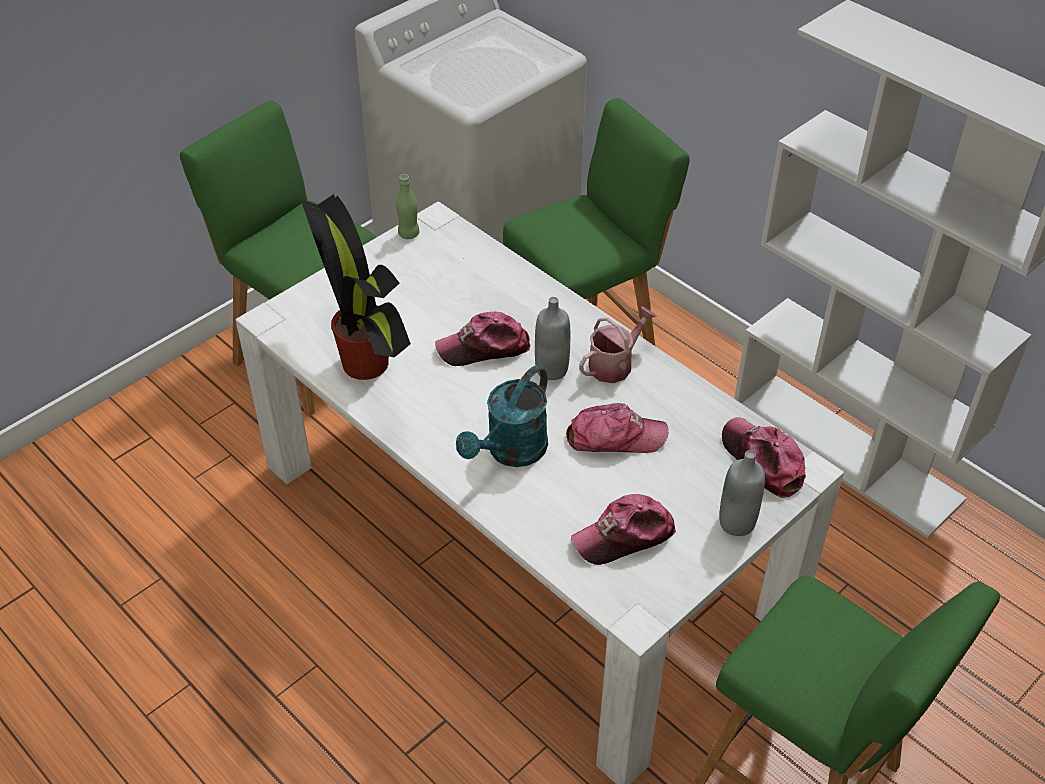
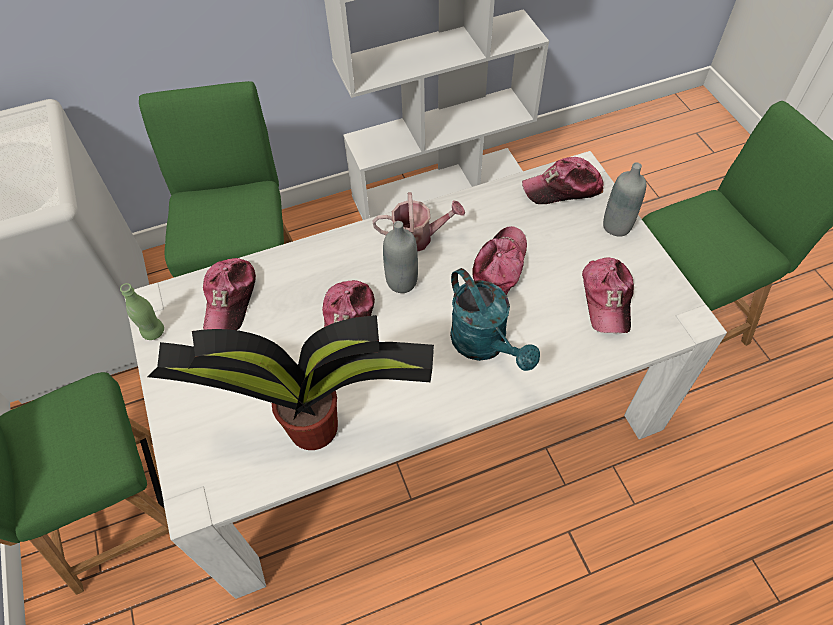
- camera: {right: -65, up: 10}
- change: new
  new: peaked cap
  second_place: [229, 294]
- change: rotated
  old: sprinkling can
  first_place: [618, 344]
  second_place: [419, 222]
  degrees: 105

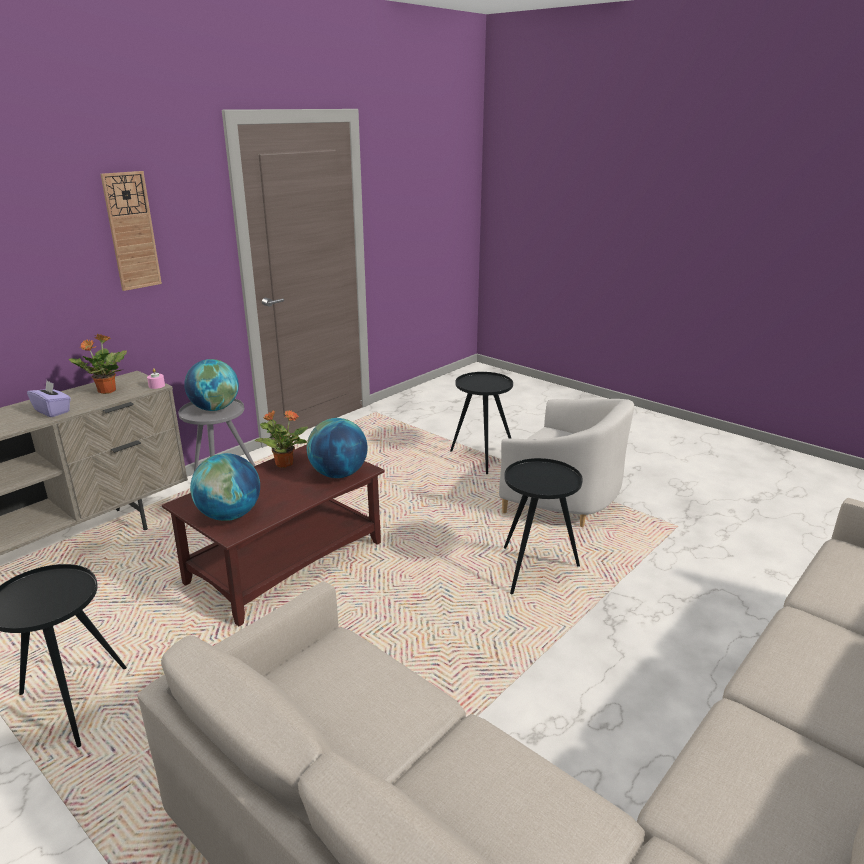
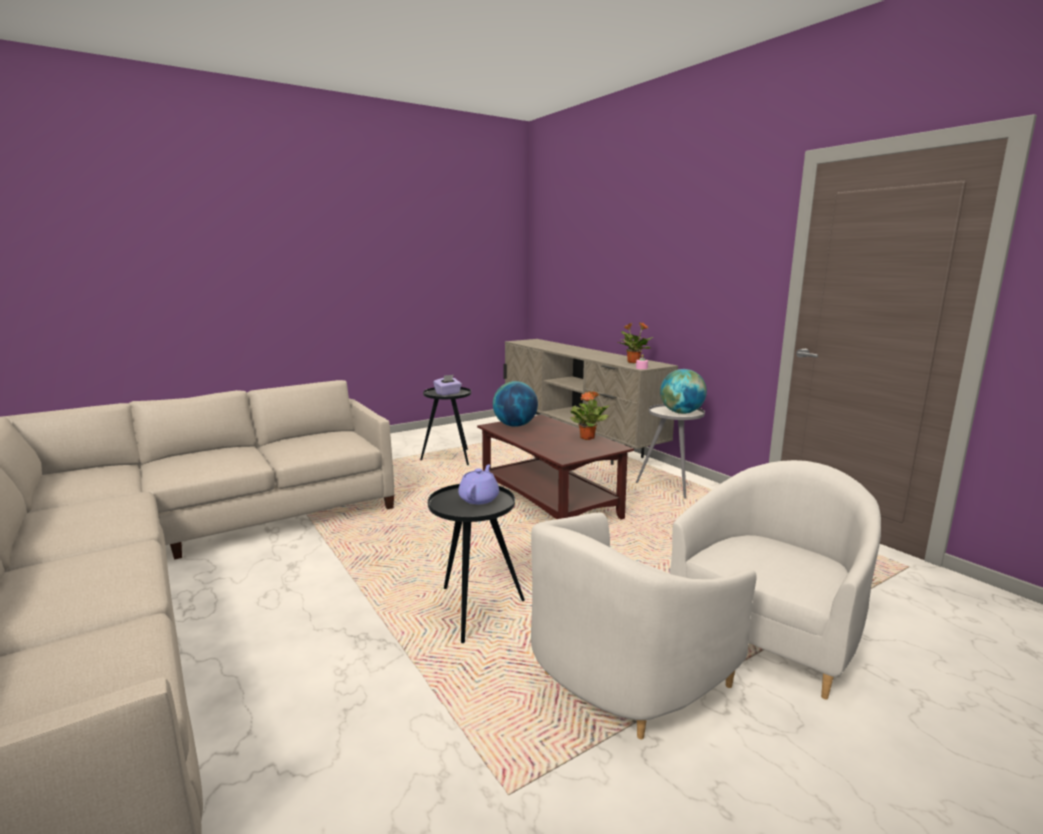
- camera: {right: 105, up: -10}
- change: gone
  old: wall clock
  first_place: [131, 231]
- change: gone
  old: world globe
  first_place: [337, 448]
- change: new
  new: purple-coloured pot for tea
  second_place: [478, 484]
- change: shifted
  old: purple-coloured box of tissues
  first_place: [49, 398]
  second_place: [447, 385]
- change: swapped
  old: black accent table
  new: whitish armchair
  first_place: [481, 423]
  second_place: [775, 579]

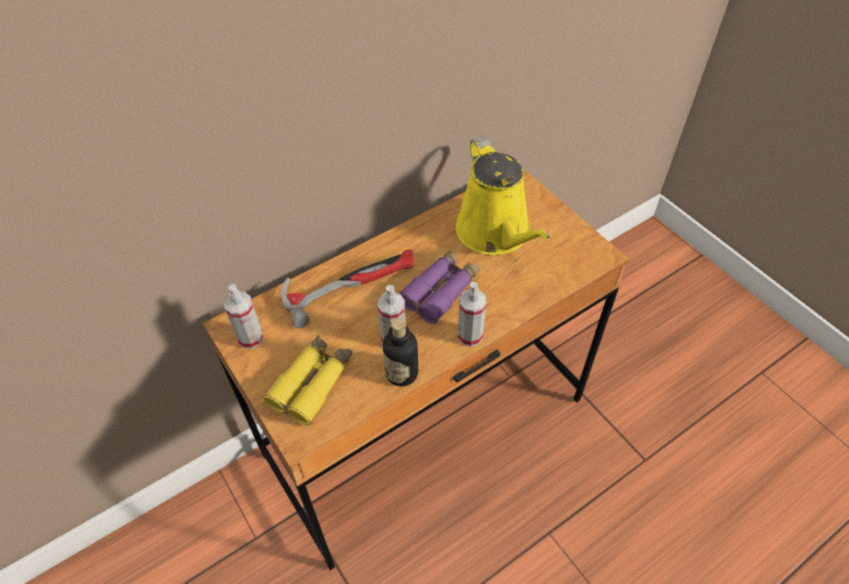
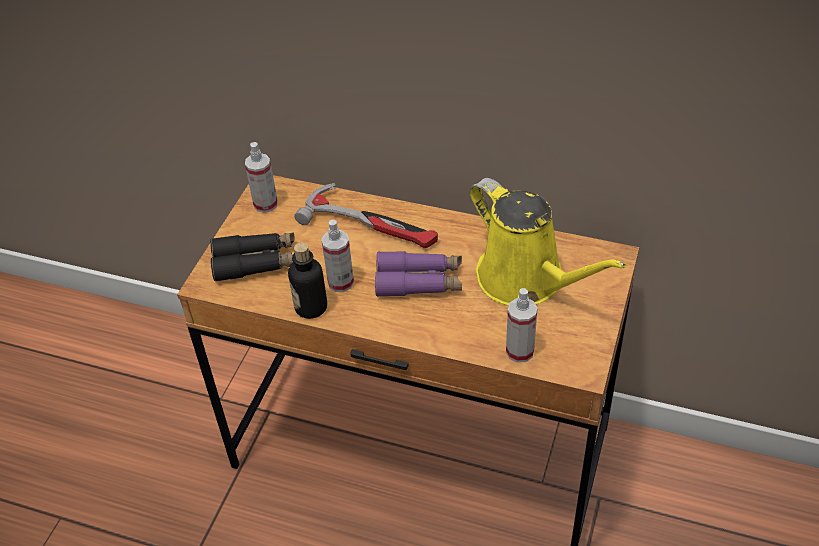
- camera: {right: 55, up: -5}
- change: shifted
  old: spray bottle
  first_place: [472, 314]
  second_place: [522, 325]
- change: repainted
  old: yellow-coloured field glasses
  new: black field glasses
  first_place: [308, 380]
  second_place: [252, 257]
- change: rotated
  old: yellow-coloured sprinkling can
  first_place: [503, 196]
  second_place: [548, 242]
  degrees: -75

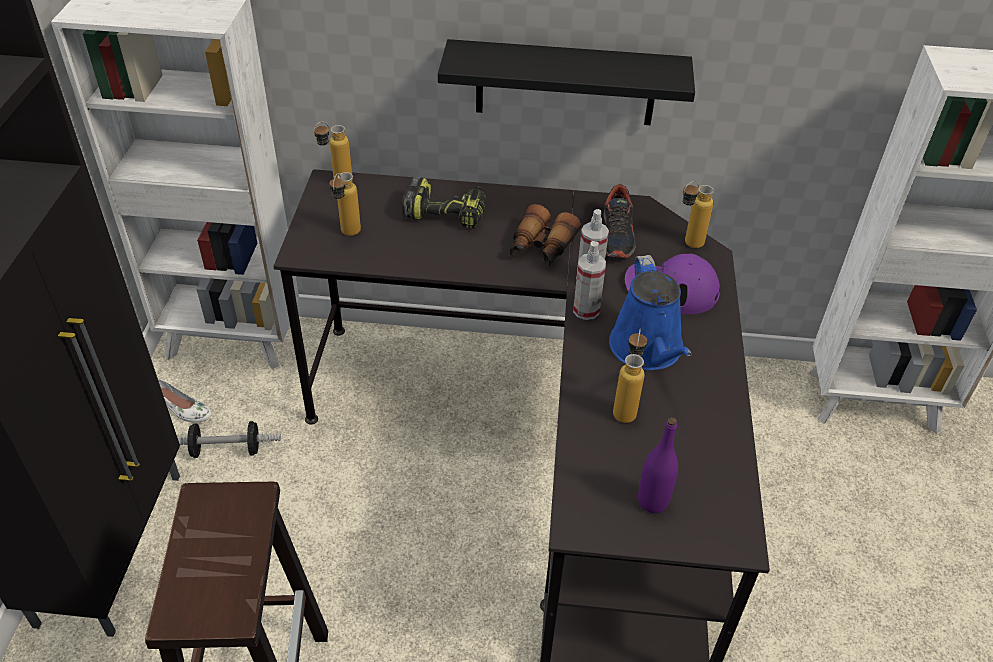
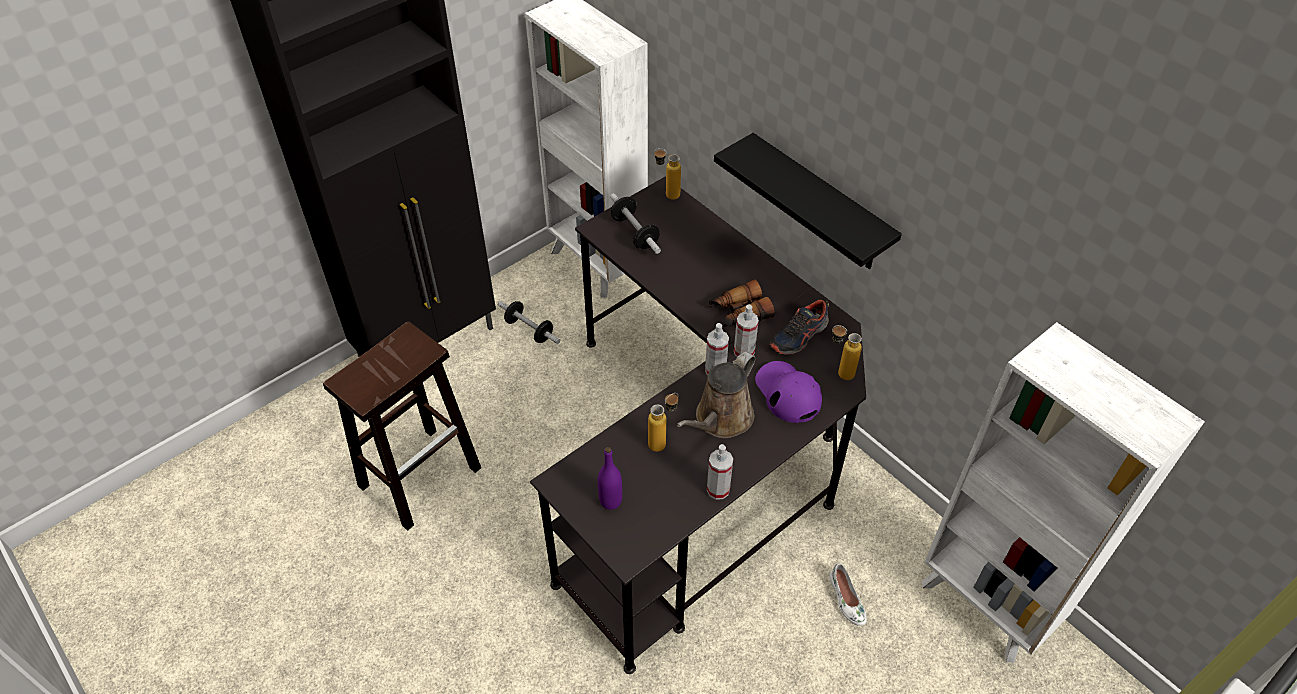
- camera: {right: 45, up: 5}
- change: gone
  old: drill
  first_place: [444, 202]
- change: new
  new: spray bottle
  second_place: [720, 472]
- change: shifted
  old: whitish item of footwear
  first_place: [185, 401]
  second_place: [848, 595]
- change: swapped
  old: drink bottle
  new: dumbbell
  first_place: [345, 204]
  second_place: [635, 223]
- change: repainted
  old: blue-coloured sprinkling can
  new: brown sprinkling can
  first_place: [650, 312]
  second_place: [715, 394]

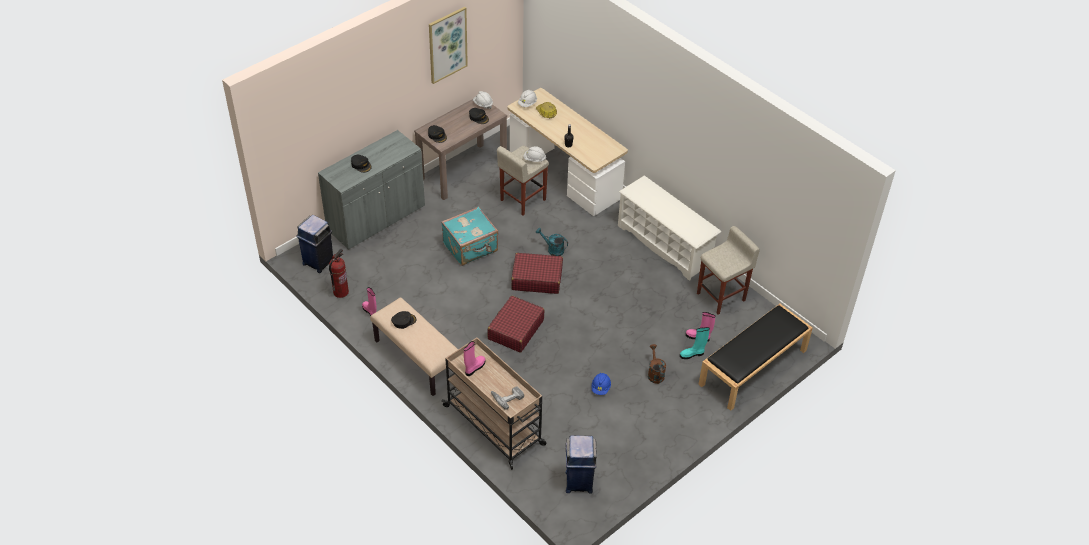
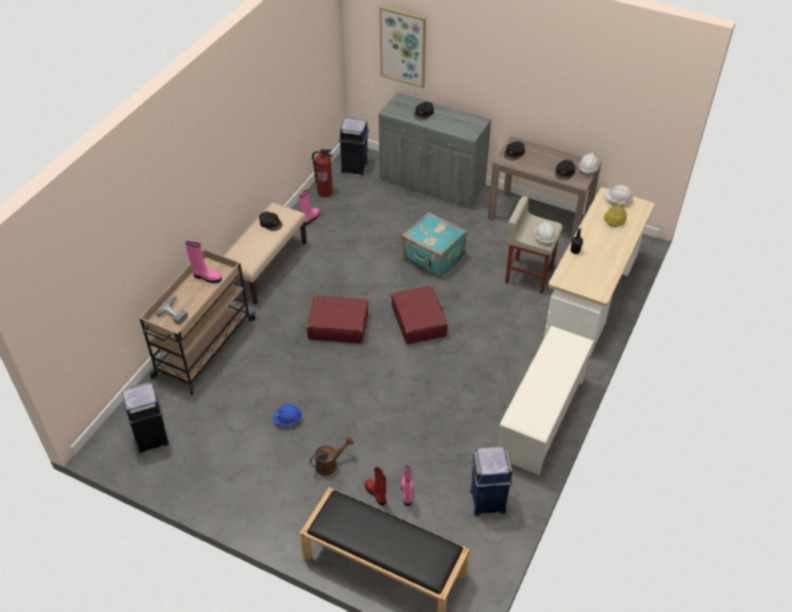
- camera: {right: 70, up: 0}
- change: gone
  old: turquoise-coloured sprinkling can
  first_place: [552, 242]
- change: shifted
  old: wall art
  first_place: [448, 45]
  second_place: [402, 47]
- change: swapped
  old: beige sitting stool
  new: blue-coloured trash can
  first_place: [728, 270]
  second_place: [491, 481]
- change: repainted
  old: turquoise-coloured tall boot
  new: red tall boot
  first_place: [695, 343]
  second_place: [375, 486]

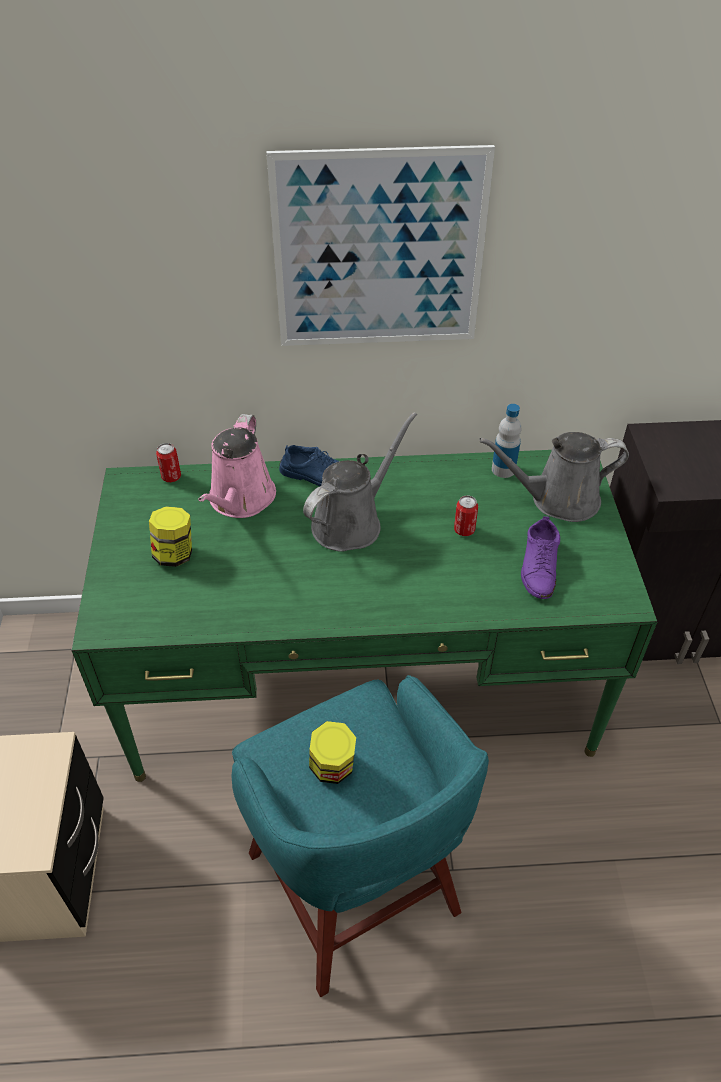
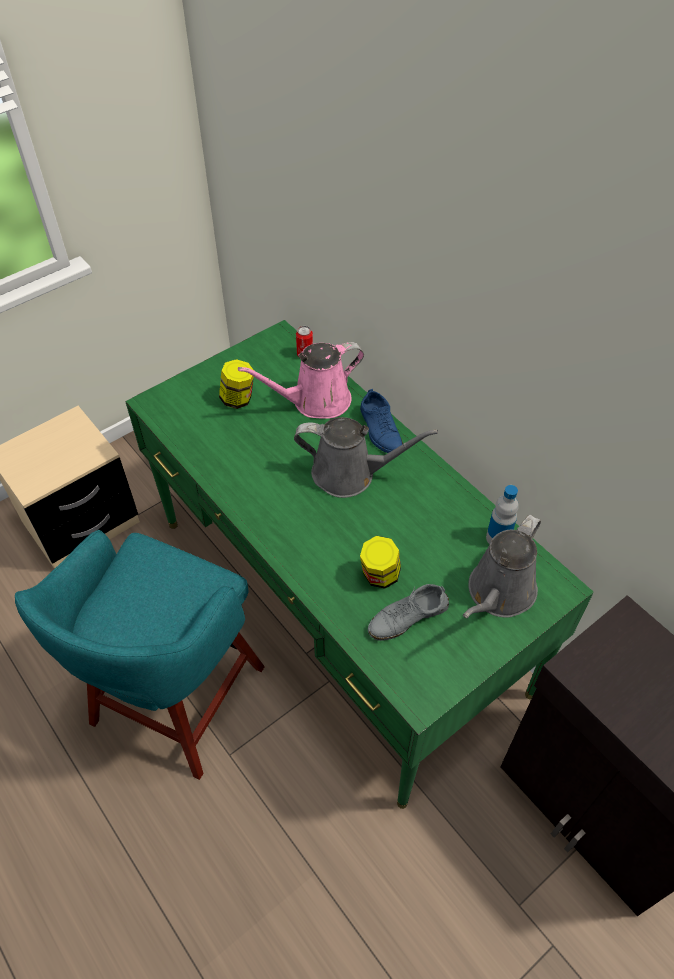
- camera: {right: 55, up: 5}
- change: gone
  old: wall art
  first_place: [380, 245]
- change: gone
  old: metal can
  first_place: [466, 515]
- change: shifted
  old: jar
  first_place: [332, 752]
  second_place: [380, 562]
- change: repainted
  old: purple-coloured item of footwear
  new: gray item of footwear
  first_place: [540, 557]
  second_place: [408, 612]
- change: rotated
  old: gray sprinkling can
  first_place: [554, 477]
  second_place: [502, 566]
  degrees: -105

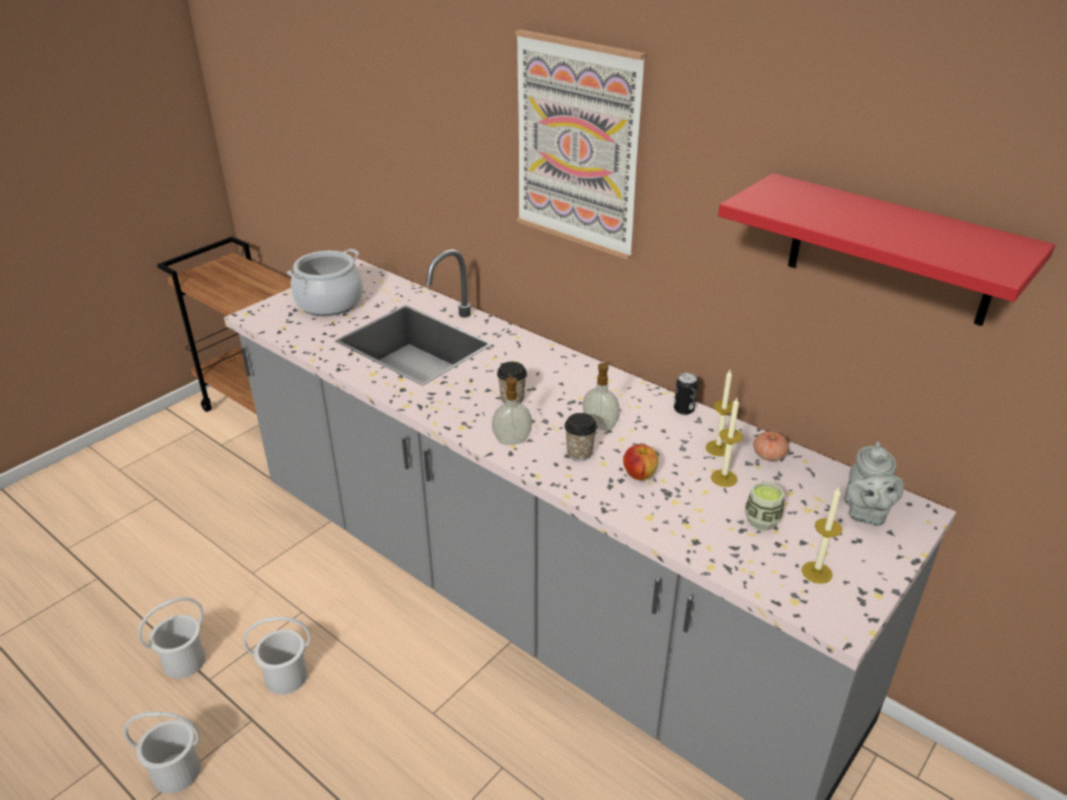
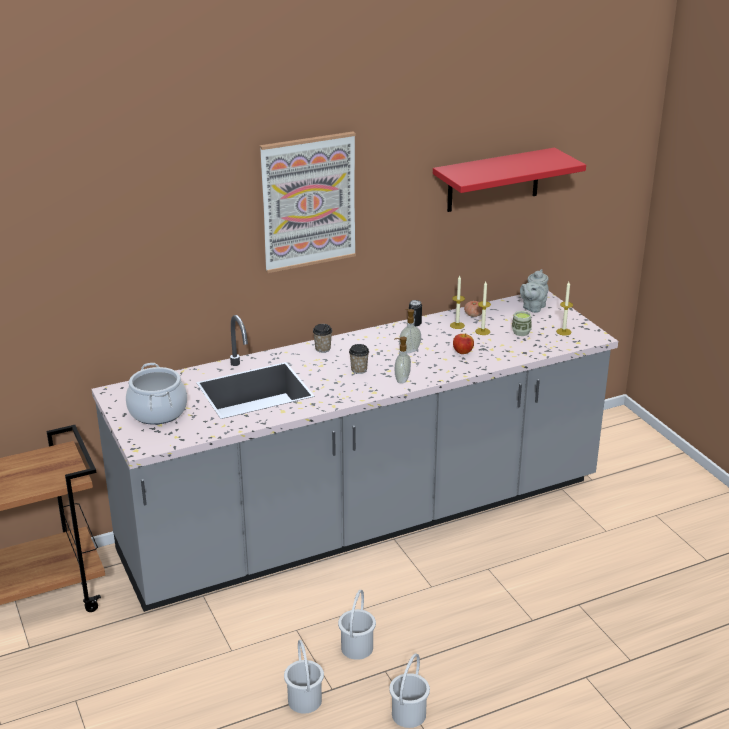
- camera: {right: -65, up: -5}
- change: shifted
  old: drinking cup
  first_place: [580, 437]
  second_place: [322, 338]
- change: rotated
  old: gray pot for tea
  first_place: [874, 483]
  second_place: [534, 291]
  degrees: 90

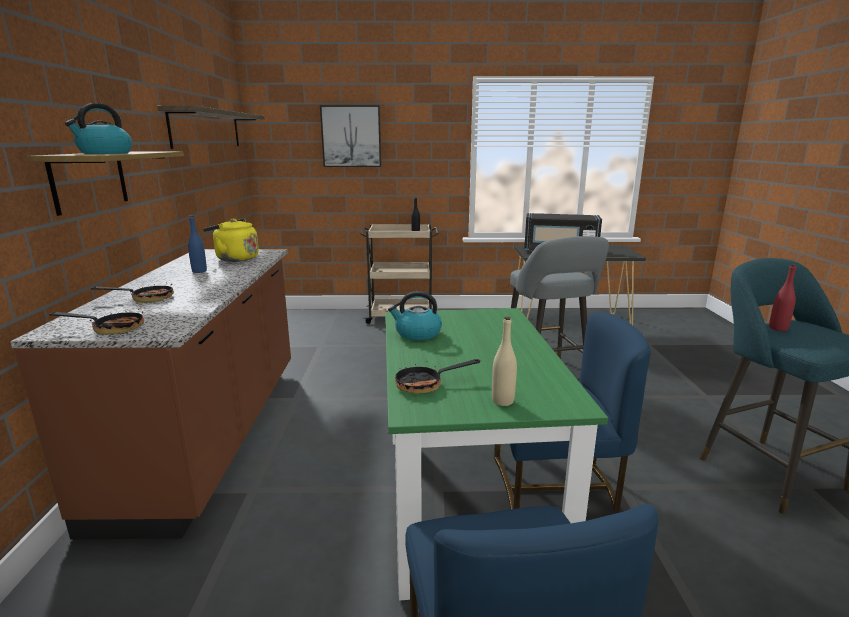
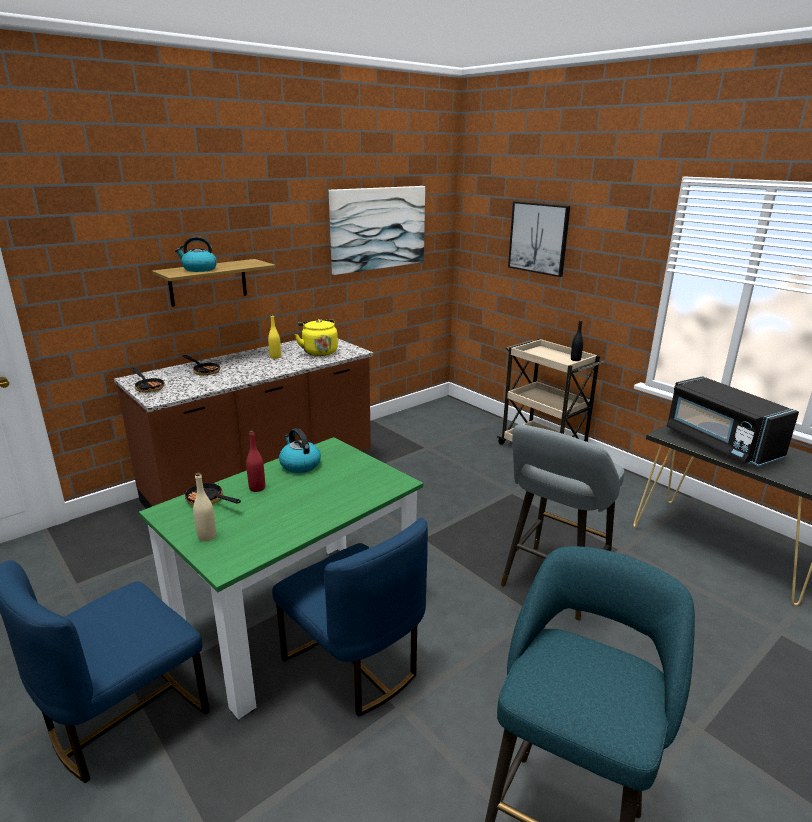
- camera: {right: 50, up: 5}
- change: shifted
  old: red drink bottle
  first_place: [782, 297]
  second_place: [255, 461]
- change: swapped
  old: wall shelf
  new: wall art
  first_place: [211, 127]
  second_place: [377, 230]
- change: repainted
  old: blue-coloured drink bottle
  new: yellow-coloured drink bottle
  first_place: [197, 244]
  second_place: [274, 336]

